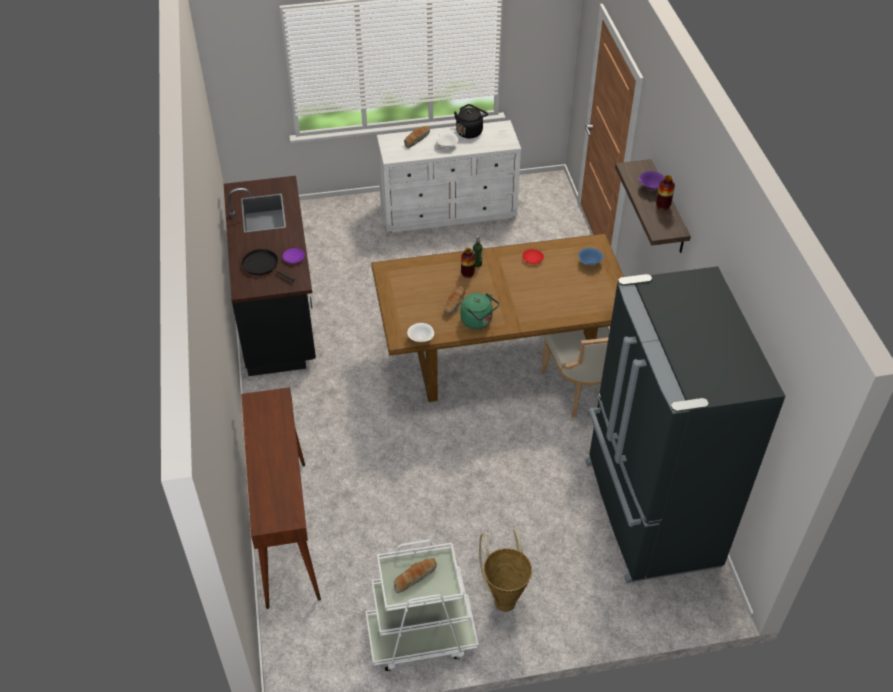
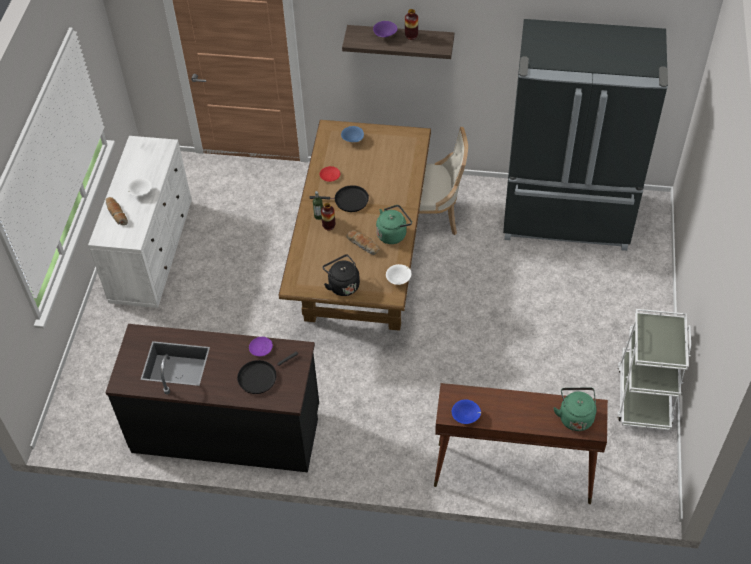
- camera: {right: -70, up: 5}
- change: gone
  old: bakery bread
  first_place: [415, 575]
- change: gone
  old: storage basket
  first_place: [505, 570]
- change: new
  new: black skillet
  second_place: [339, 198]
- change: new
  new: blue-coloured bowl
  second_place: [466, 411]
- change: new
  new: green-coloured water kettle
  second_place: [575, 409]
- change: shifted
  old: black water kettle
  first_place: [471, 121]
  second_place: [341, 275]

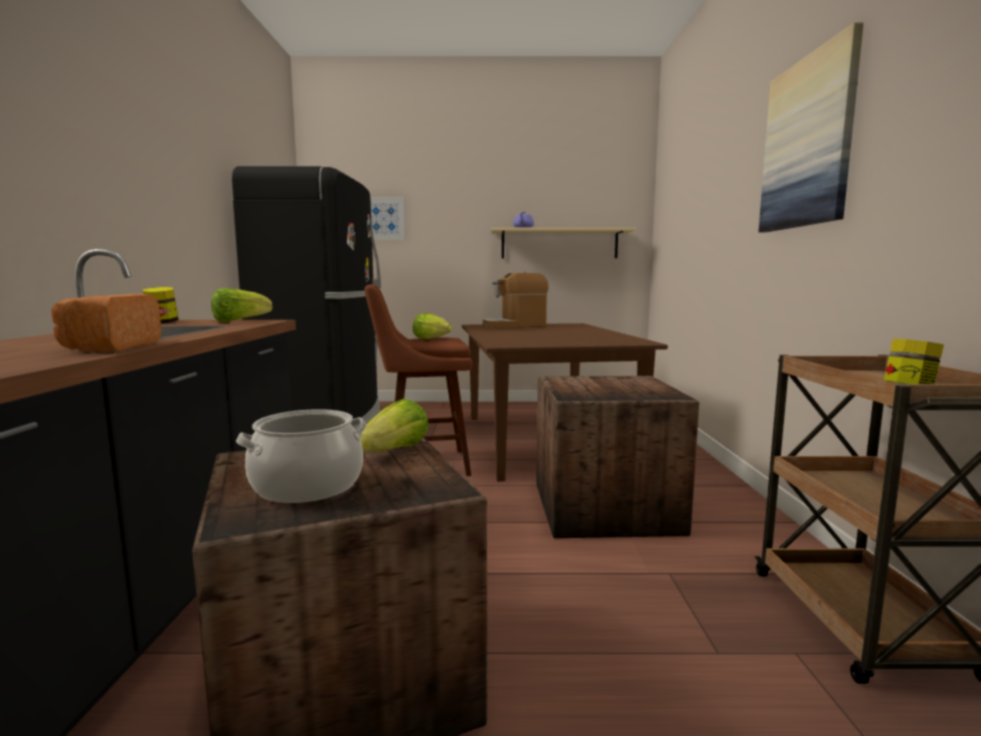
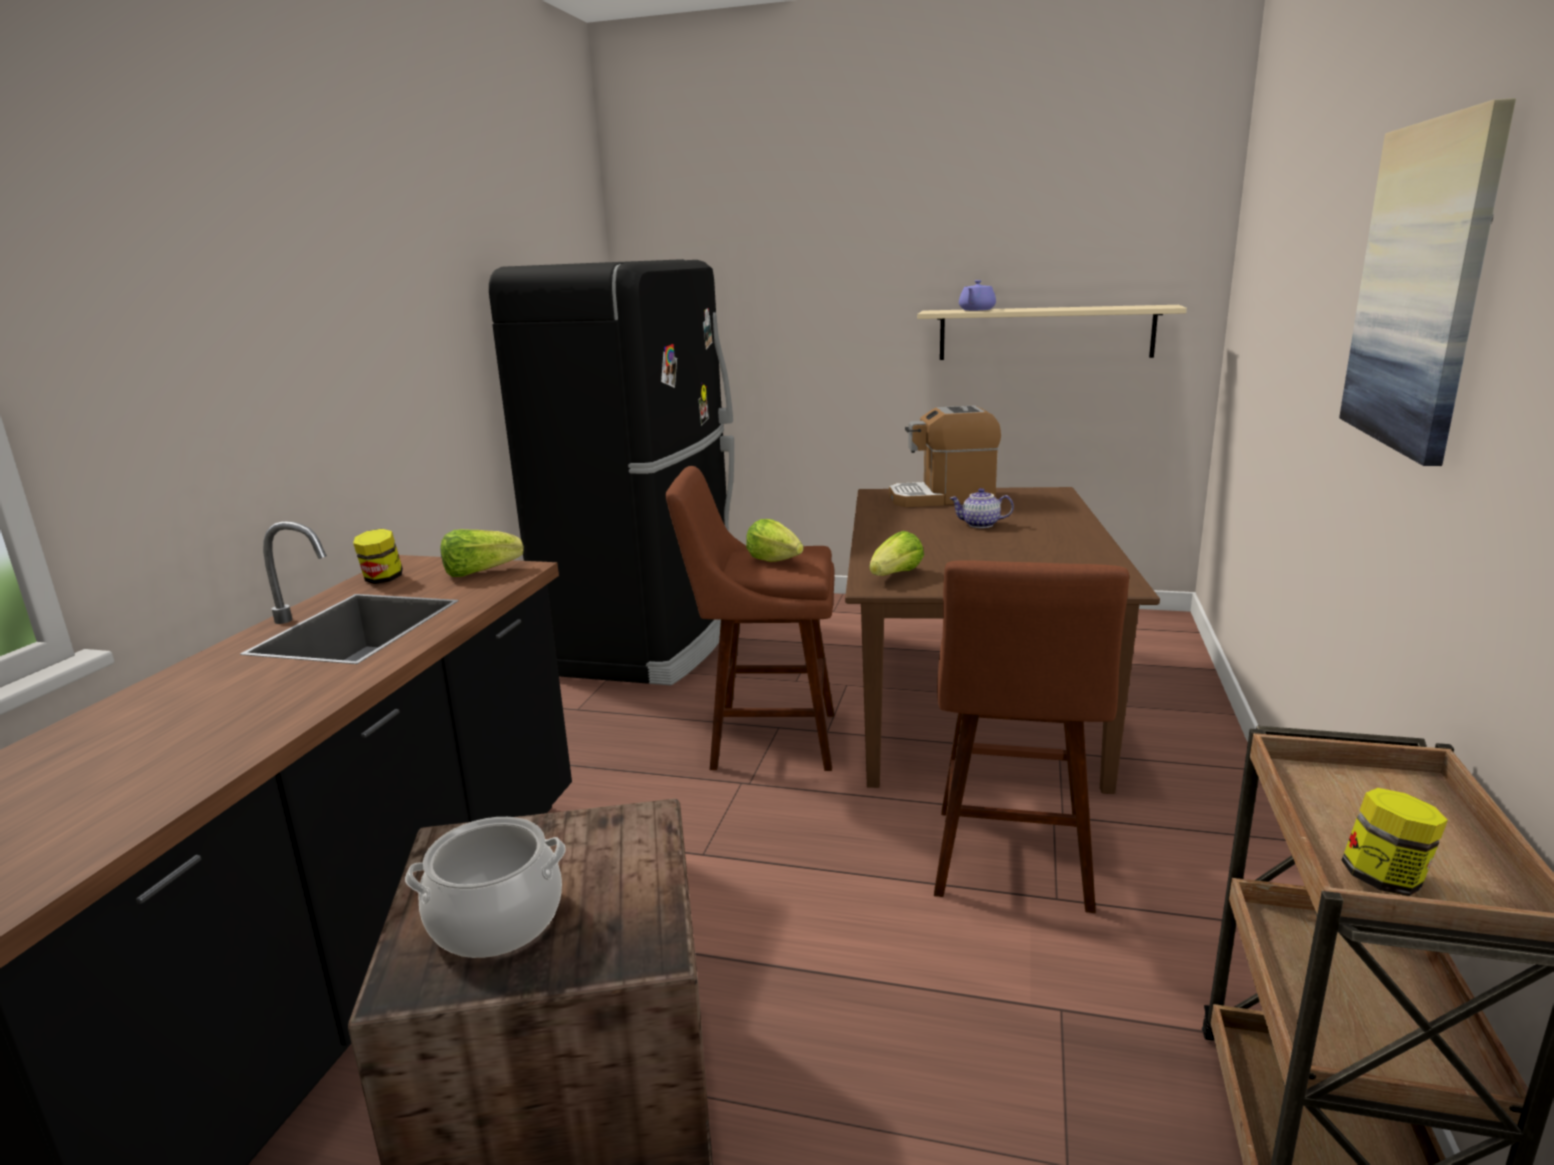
- camera: {right: 15, up: 10}
- change: gone
  old: bakery bread
  first_place: [106, 323]
- change: gone
  old: wall art
  first_place: [387, 218]
- change: new
  new: pot for tea
  second_place: [982, 508]
- change: shifted
  old: lettuce head
  first_place: [394, 425]
  second_place: [896, 553]
- change: swapped
  old: crate
  new: brown sitting stool
  first_place: [617, 457]
  second_place: [1031, 736]

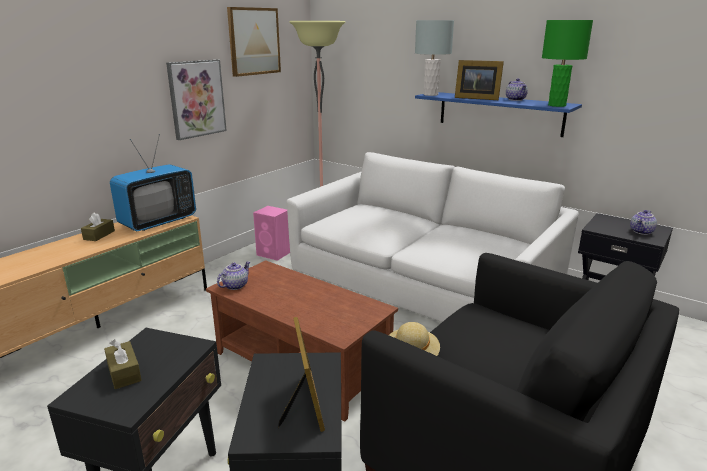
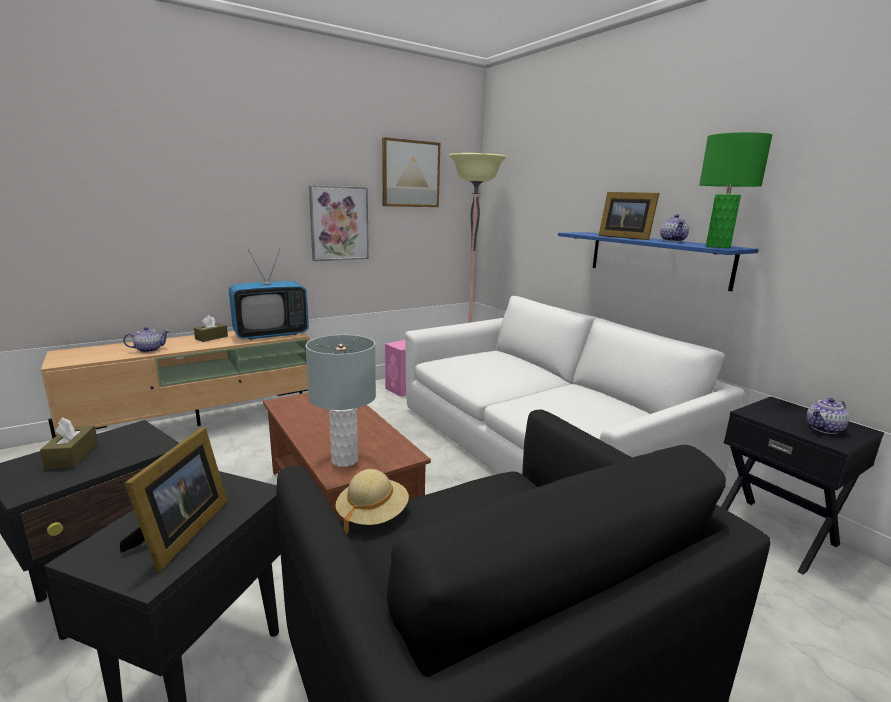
- camera: {right: 20, up: -5}
- change: shifted
  old: pot for tea
  first_place: [233, 275]
  second_place: [146, 339]
- change: shifted
  old: gray table lamp
  first_place: [434, 58]
  second_place: [341, 401]

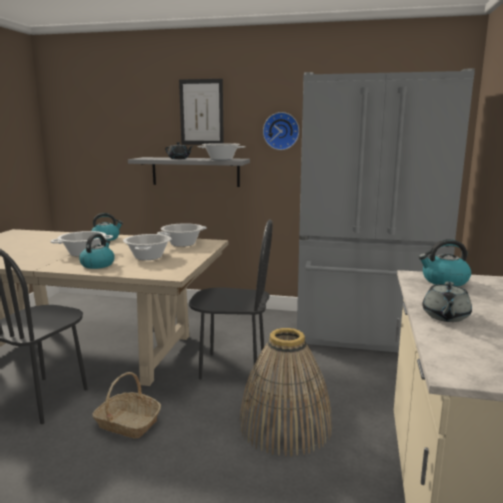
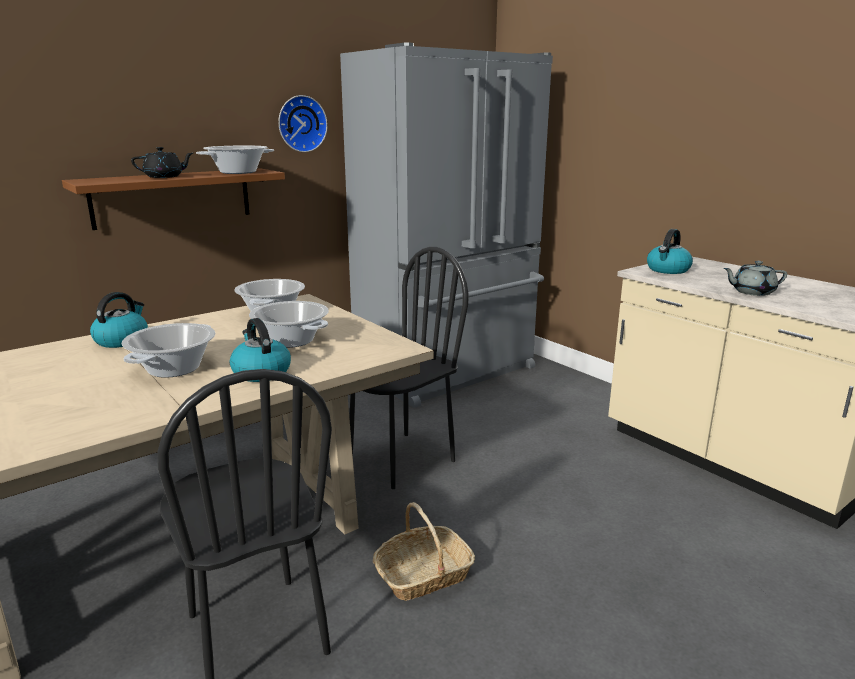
- camera: {right: -50, up: 5}
- change: gone
  old: wall art
  first_place: [201, 112]
- change: gone
  old: storage basket
  first_place: [285, 392]
- change: repainted
  old: gray wall shelf
  new: brown wall shelf
  first_place: [189, 172]
  second_place: [173, 199]
- change: rotated
  old: gray pot for tea
  first_place: [447, 301]
  second_place: [755, 278]
  degrees: 120

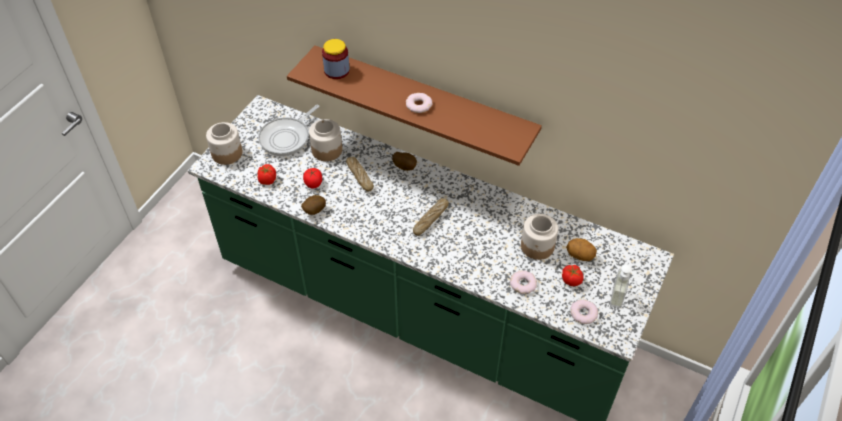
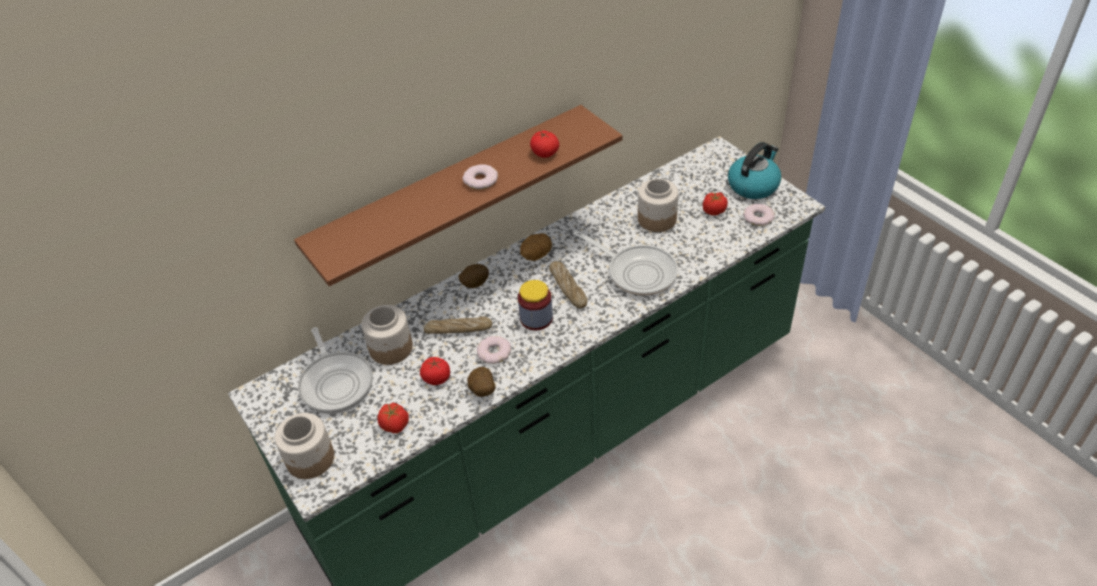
- camera: {right: -60, up: -5}
- change: new
  new: tomato
  second_place: [544, 144]
- change: new
  new: skillet
  second_place: [625, 263]
- change: shifted
  old: jar
  first_place: [336, 59]
  second_place: [535, 305]
- change: shifted
  old: doughnut
  first_place: [523, 282]
  second_place: [494, 350]
- change: shifted
  old: whole potato
  first_place: [581, 249]
  second_place: [536, 247]
- change: swapped
  old: soap bottle
  new: water kettle
  first_place: [627, 286]
  second_place: [754, 170]

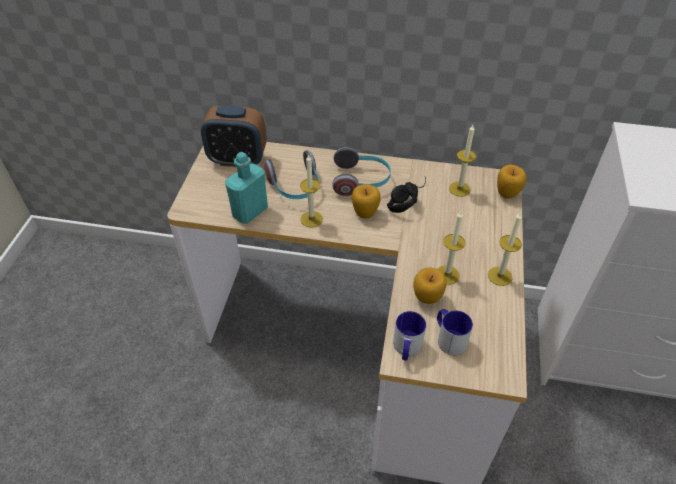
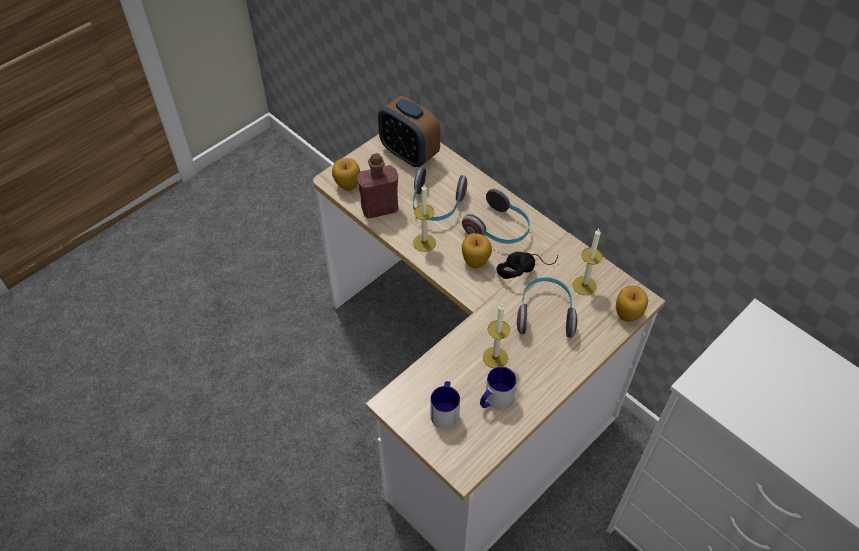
- camera: {right: 35, up: 5}
- change: gone
  old: wax candle
  first_place: [505, 249]
- change: new
  new: pair of headphones
  second_place: [547, 307]
- change: shifted
  old: tea mug
  first_place: [409, 336]
  second_place: [498, 388]
- change: shifted
  old: apple fruit
  first_place: [430, 285]
  second_place: [346, 174]
- change: repainted
  old: turquoise-coloured drink bottle
  new: red drink bottle
  first_place: [246, 188]
  second_place: [377, 186]

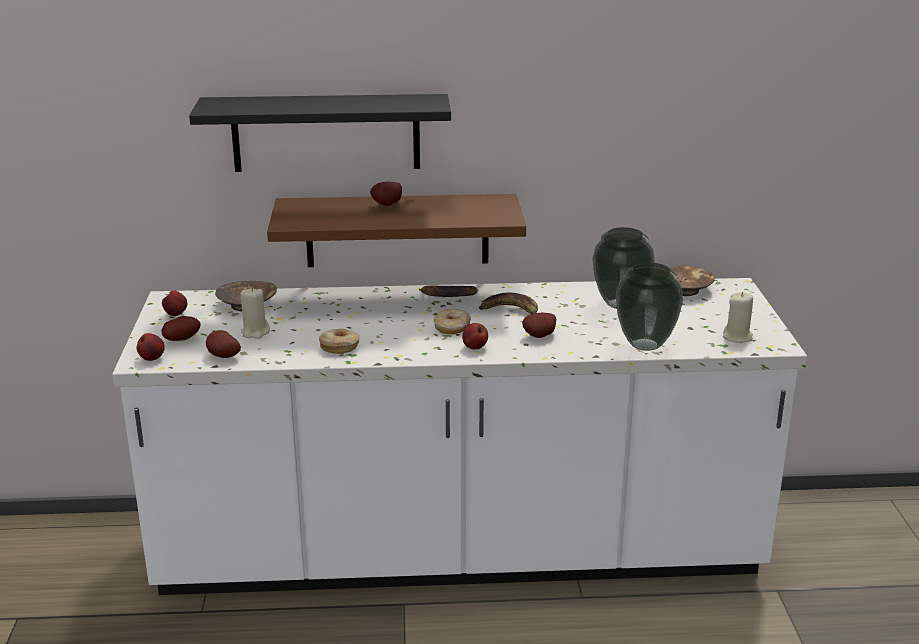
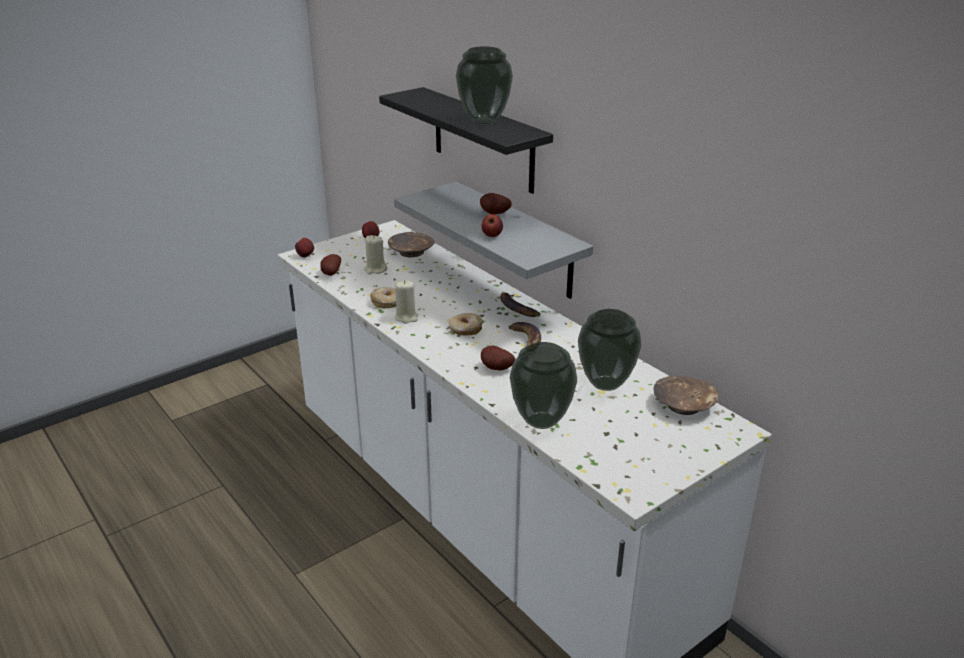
- camera: {right: 55, up: 5}
- change: gone
  old: whole potato
  first_place: [181, 328]
- change: new
  new: vase
  second_place: [484, 85]
- change: shifted
  old: apple fruit
  first_place: [475, 336]
  second_place: [492, 225]
- change: shifted
  old: beige wax candle
  first_place: [738, 317]
  second_place: [406, 302]
- change: repainted
  old: brown wall shelf
  new: gray wall shelf
  first_place: [396, 230]
  second_place: [493, 240]

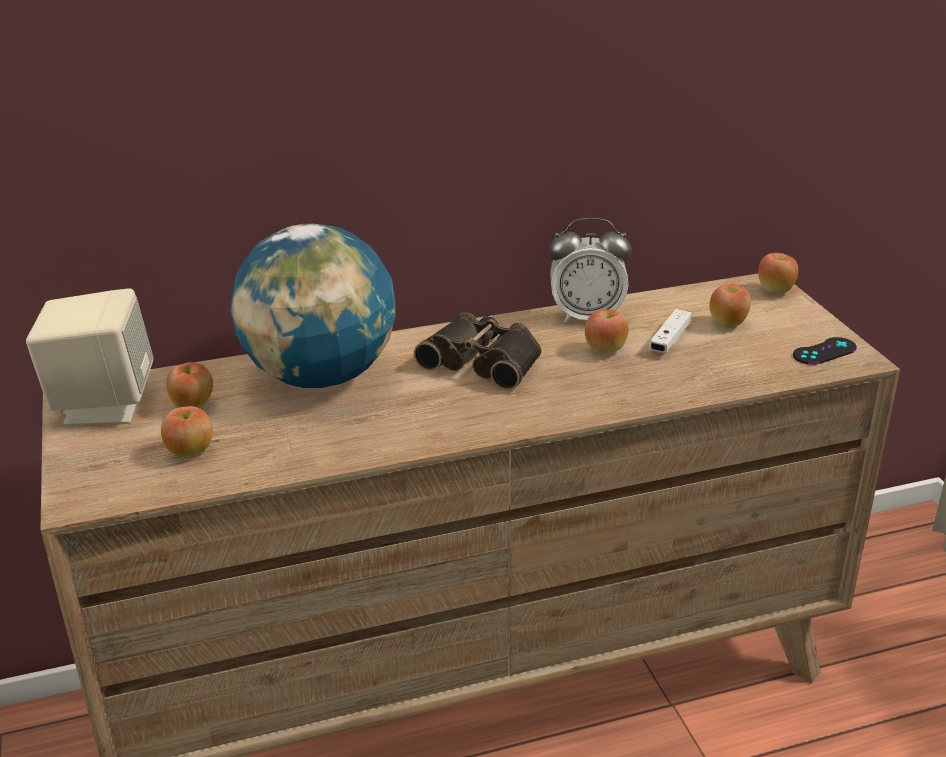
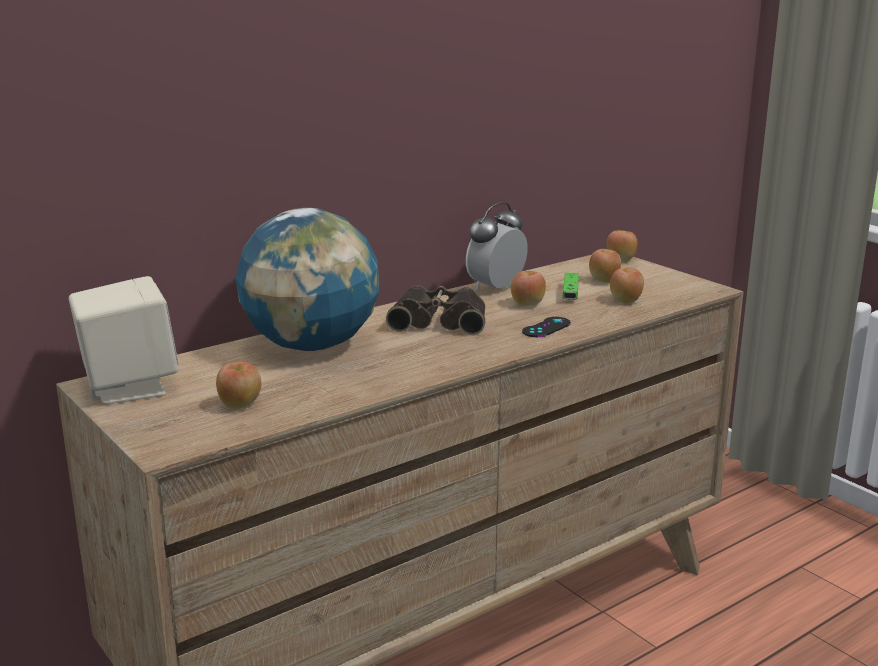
- camera: {right: -20, up: -10}
- change: shifted
  old: apple fruit
  first_place: [189, 385]
  second_place: [627, 285]
- change: shifted
  old: black joypad
  first_place: [825, 351]
  second_place: [546, 327]
- change: repainted
  old: whitish joypad
  new: green-coloured joypad
  first_place: [670, 331]
  second_place: [570, 286]
- change: rotated
  old: alarm clock
  first_place: [590, 270]
  second_place: [497, 246]
  degrees: 150

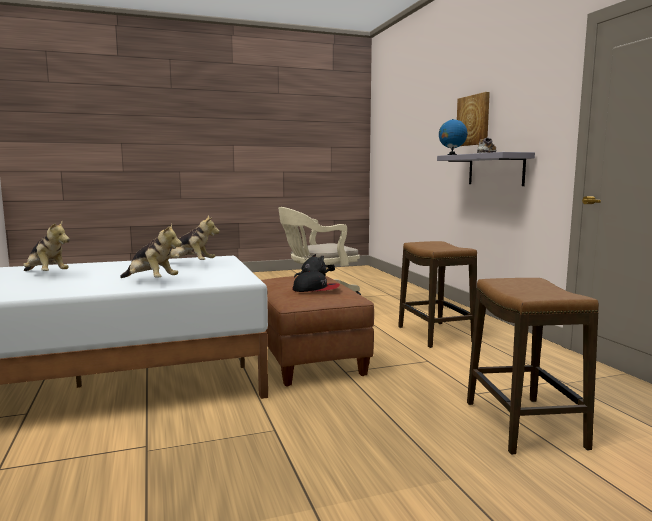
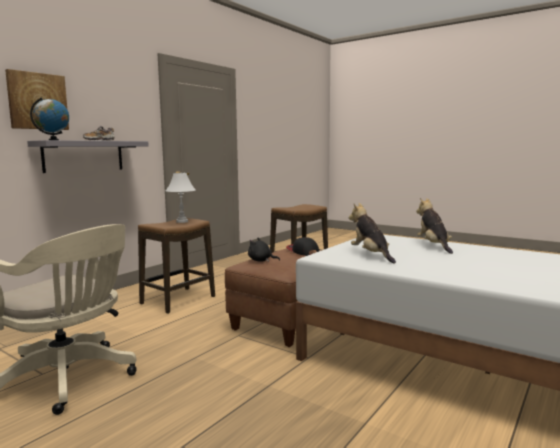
- camera: {right: -125, up: 0}
- change: gone
  old: plush toy
  first_place: [46, 245]
- change: new
  new: whitish table lamp
  second_place: [181, 198]

